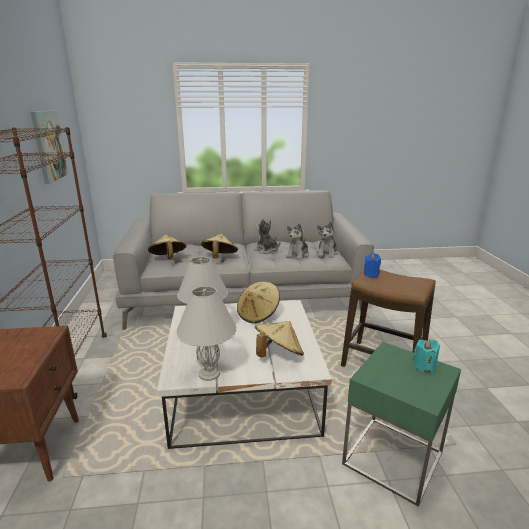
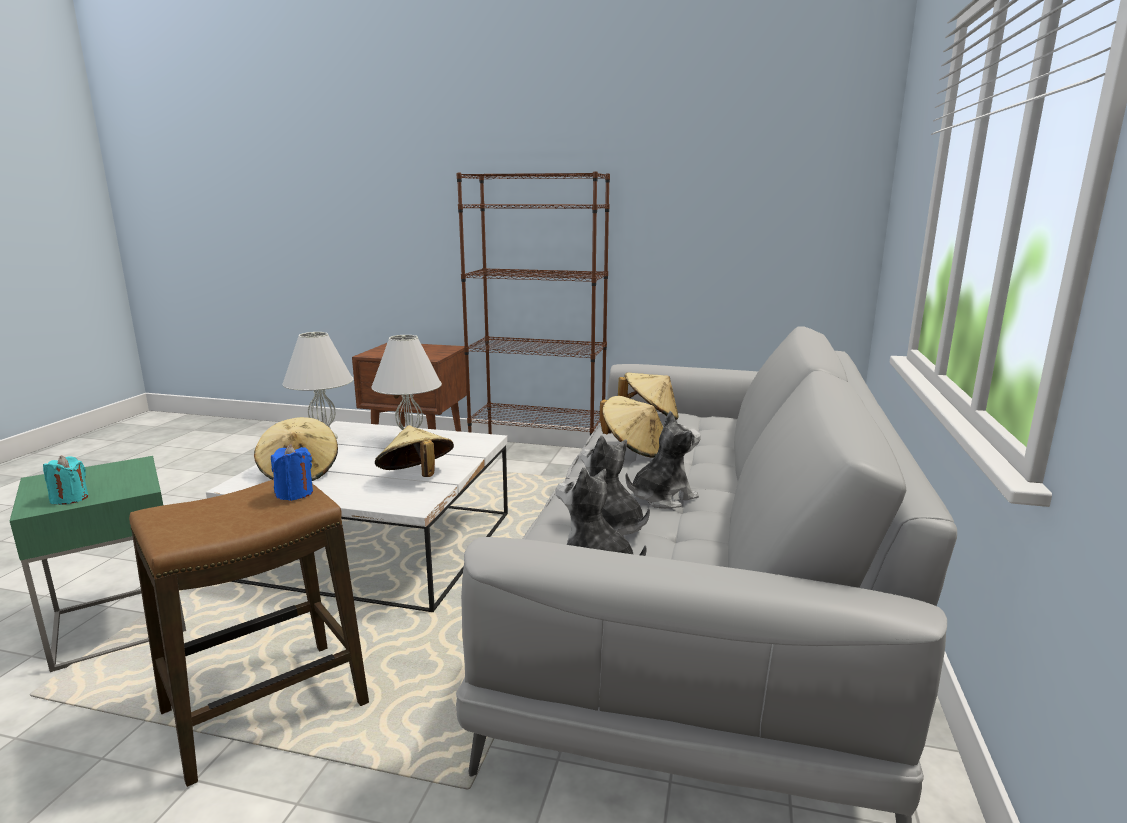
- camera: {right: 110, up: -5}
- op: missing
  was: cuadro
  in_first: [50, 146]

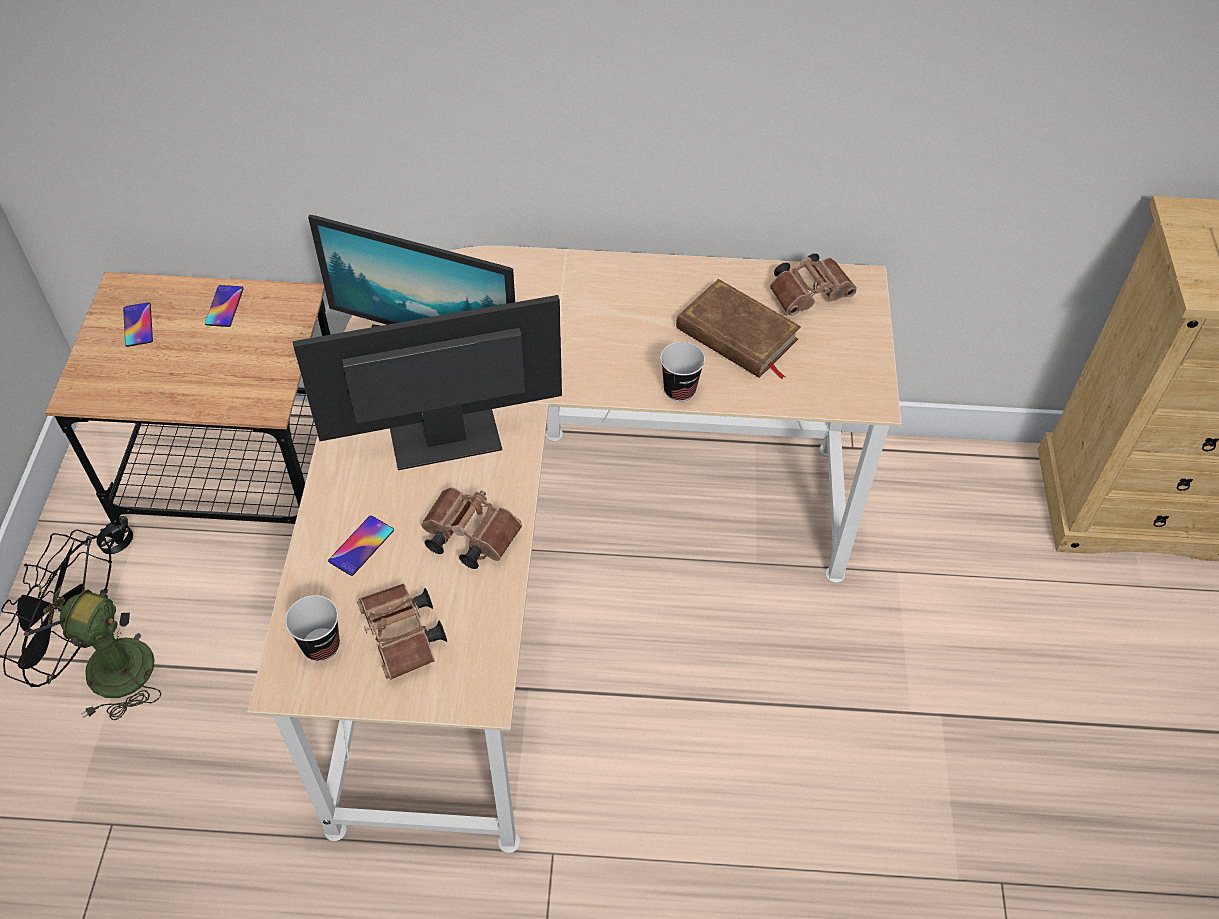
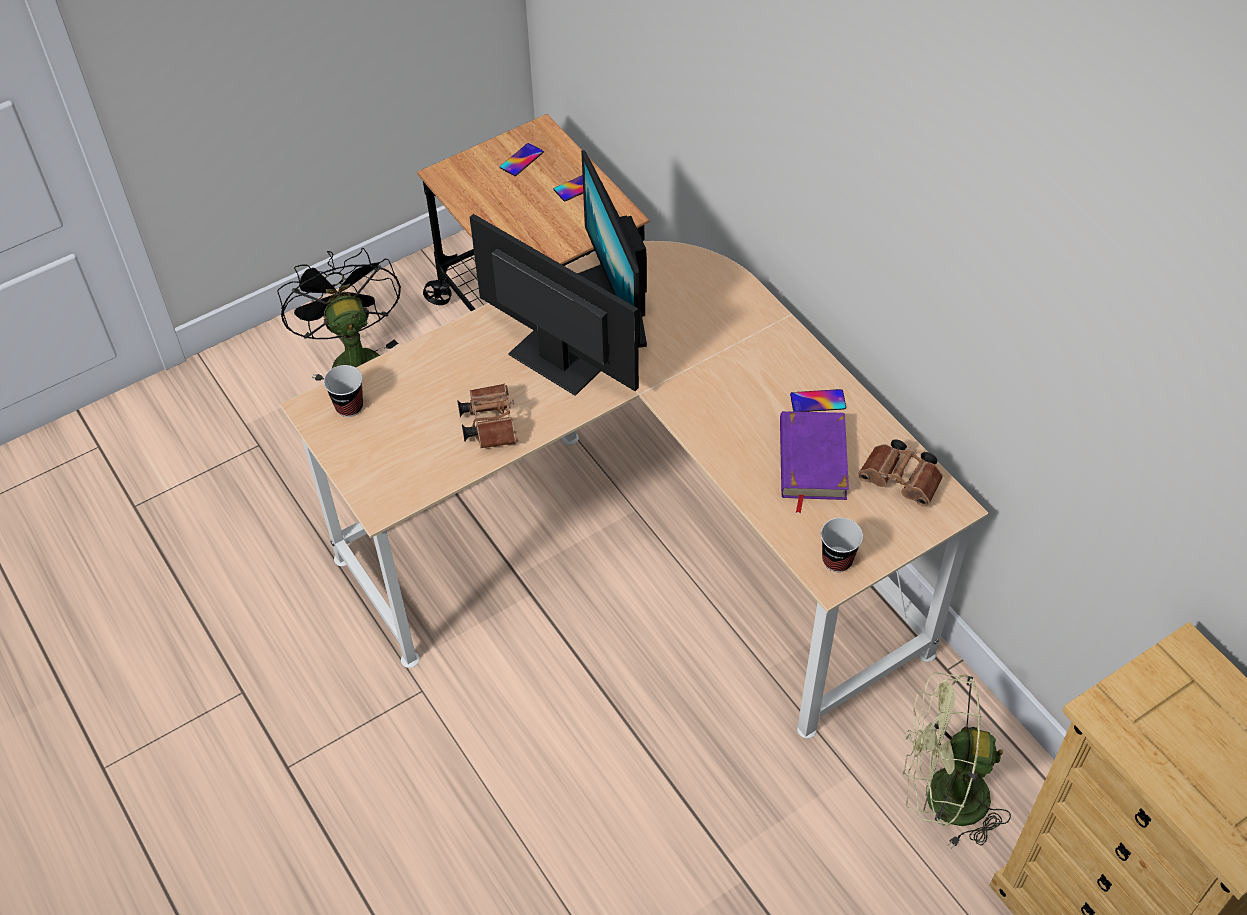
- camera: {right: 55, up: 0}
- op: missing
  was: prismáticos (marrón)
  in_first: [402, 632]
- op: appeared
  now: ventilador (verde)
  in_second: [957, 760]
- op: relocated
  was: móvil
  in_first: [361, 546]
  in_second: [818, 400]
- op: relocated
  was: taza
  in_first: [682, 372]
  in_second: [842, 545]
- op: colour
  was: libro (marrón)
  now: libro (morado)
  in_first: [738, 329]
  in_second: [814, 462]

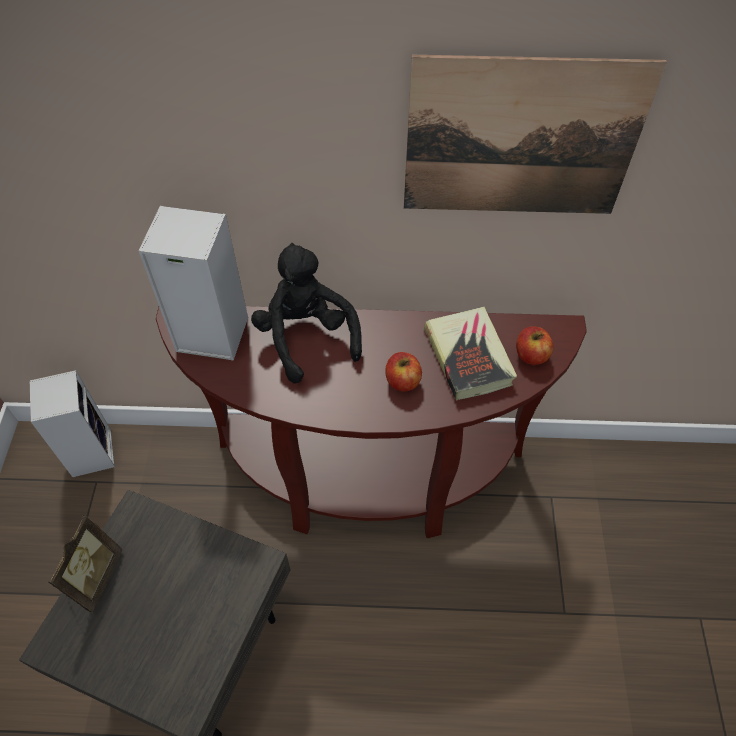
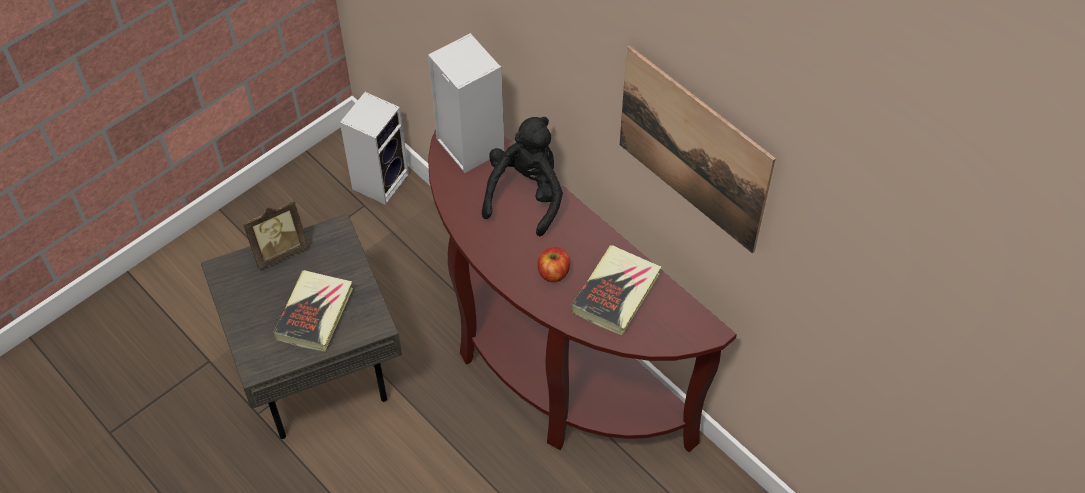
- camera: {right: 45, up: 0}
- op: missing
  was: manzana
  in_first: [534, 345]
- op: appeared
  now: libro
  in_second: [313, 311]

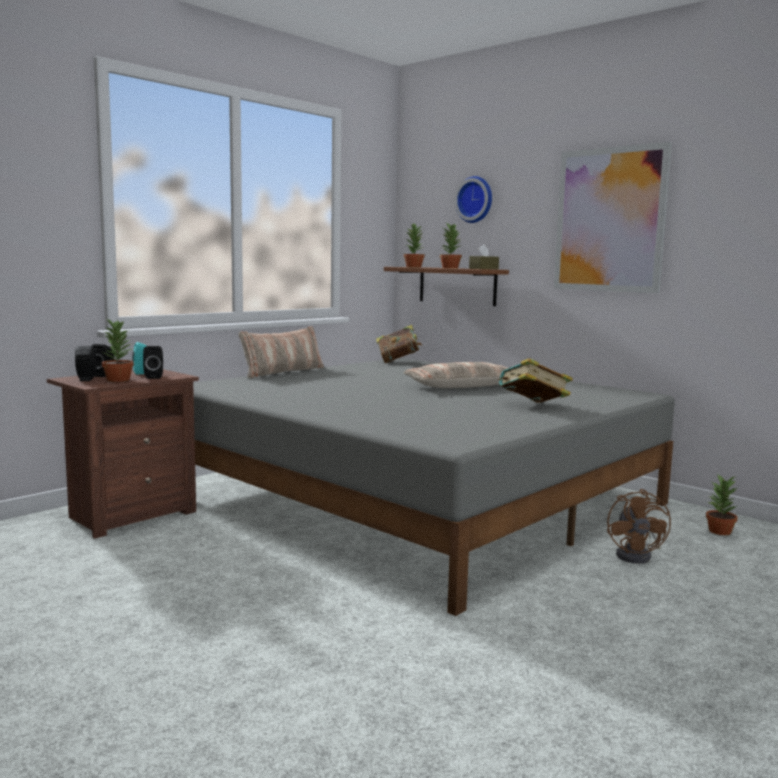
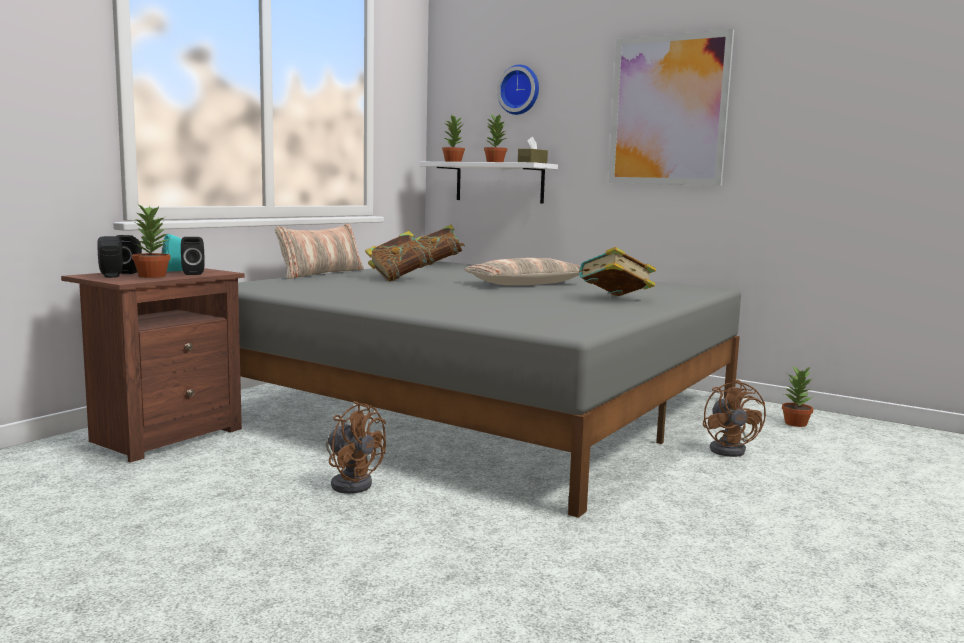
- camera: {right: -10, up: 0}
- op: appeared
  now: ventilador (marrón)
  in_second: [356, 447]
- op: appeared
  now: libro
  in_second: [399, 256]
- op: colour
  was: estante (marrón)
  now: estante (blanco)
  in_first: [446, 286]
  in_second: [489, 182]

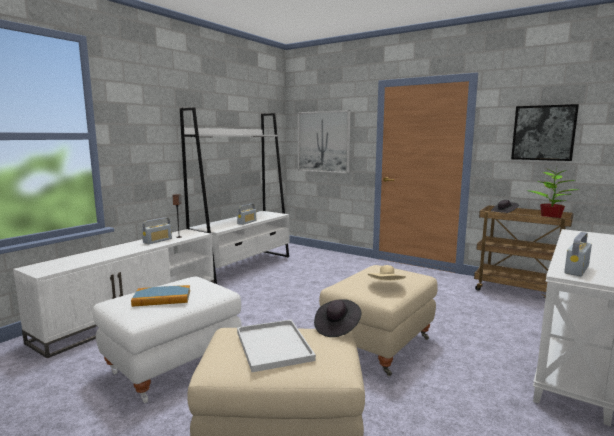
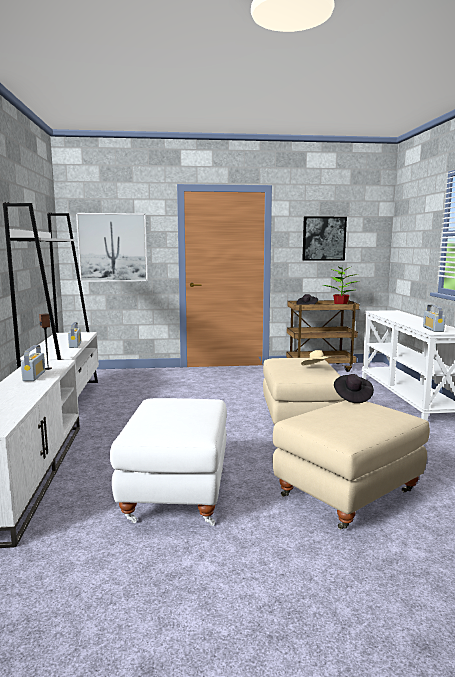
- camera: {right: -40, up: 0}
- op: missing
  was: libro
  in_first: [160, 296]
- op: missing
  was: bandeja (blanco)
  in_first: [276, 346]

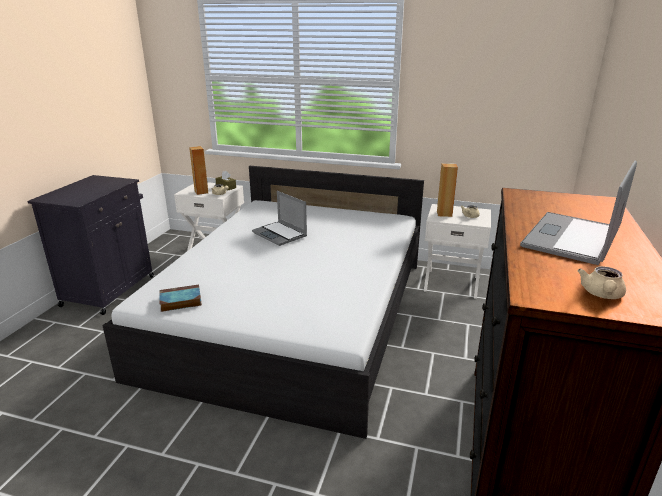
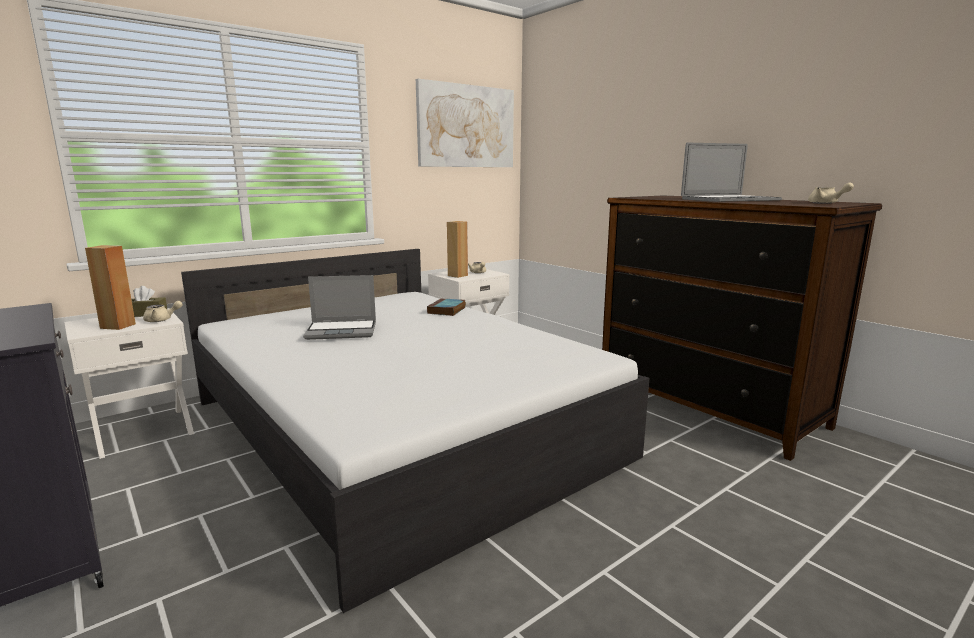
- camera: {right: -55, up: -10}
- op: appeared
  now: cuadro
  in_second: [465, 123]
- op: relocated
  was: libro
  in_first: [181, 298]
  in_second: [446, 307]
- op: spun
  was: portátil
  in_first: [578, 212]
  in_second: [731, 172]
  clockwise: -90

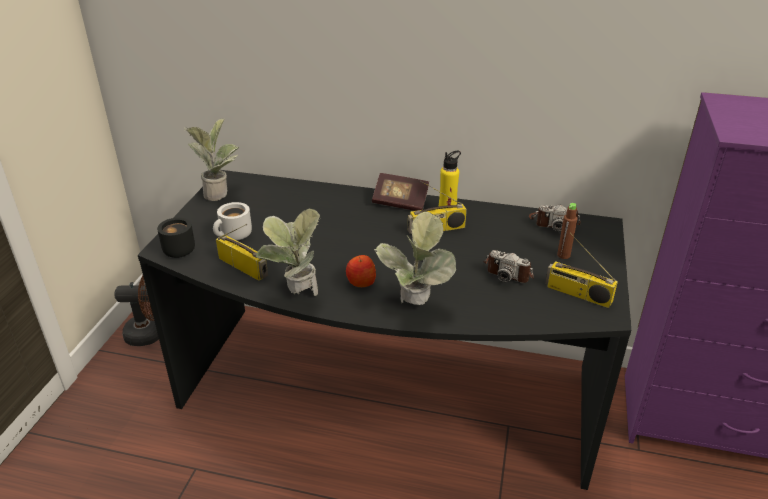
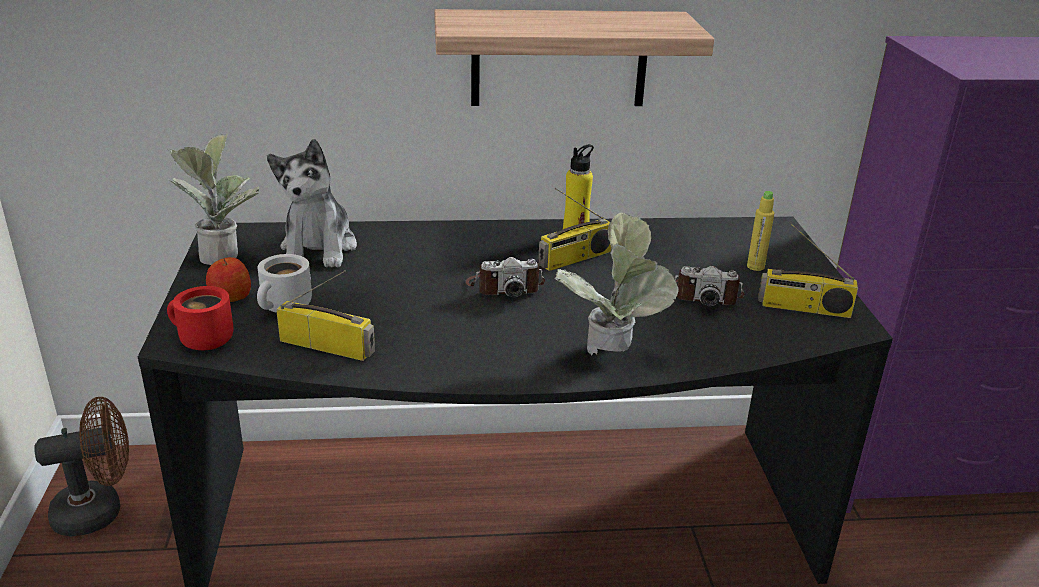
- camera: {right: -20, up: -5}
- op: missing
  was: planta en maceta
  in_first: [288, 252]
- op: missing
  was: libro
  in_first: [400, 192]
- op: appeared
  now: peluche
  in_second: [312, 203]
- op: appeared
  now: estante
  in_second: [574, 57]
- op: relocated
  was: manzana
  in_first: [361, 271]
  in_second: [228, 279]
- op: relocated
  was: cámara
  in_first: [555, 217]
  in_second: [505, 277]
- op: colour
  was: taza grande (negro)
  now: taza grande (rojo)
  in_first: [176, 238]
  in_second: [200, 318]
- op: colour
  was: botella (marrón)
  now: botella (amarillo)
  in_first: [567, 231]
  in_second: [760, 231]

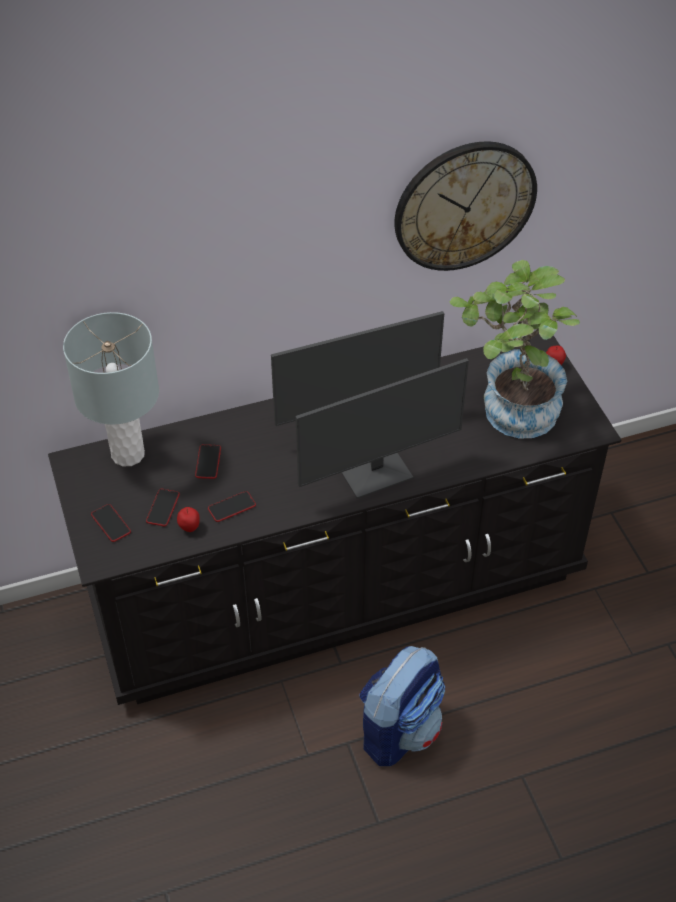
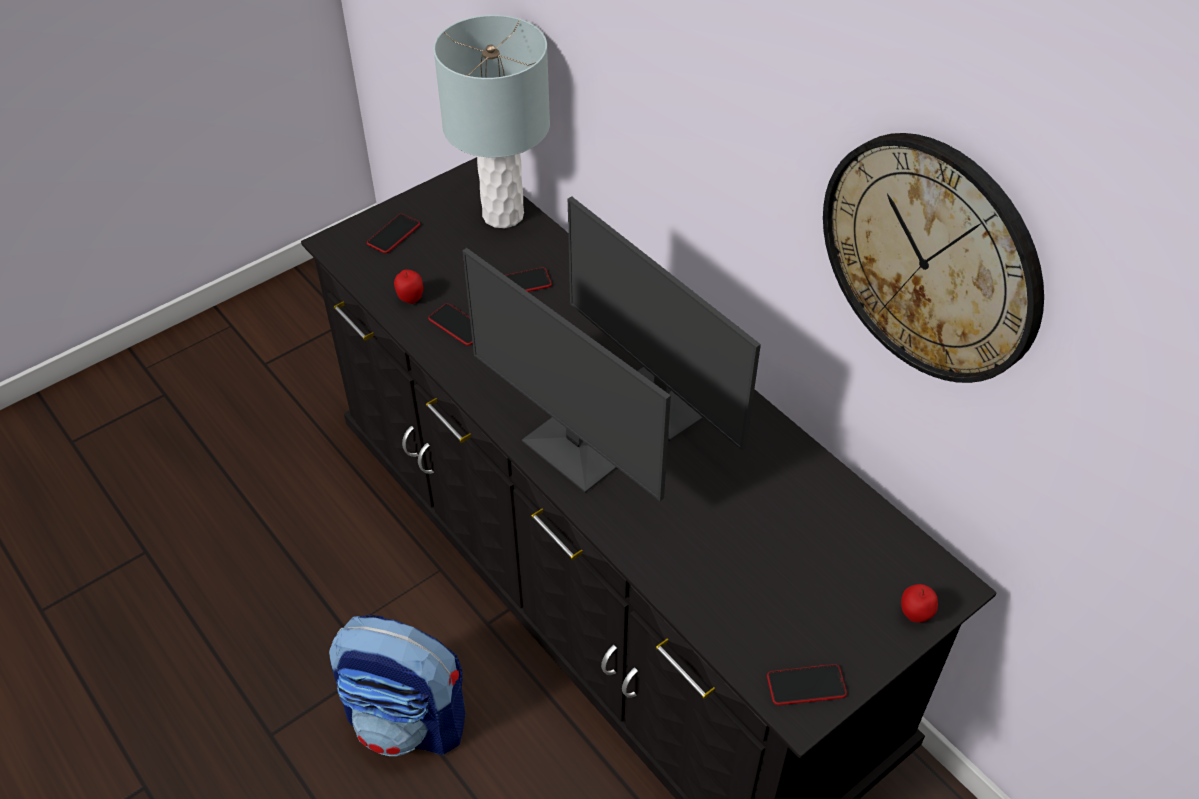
- camera: {right: 70, up: 0}
- op: missing
  was: planta en maceta
  in_first: [515, 349]
- op: relocated
  was: móvil
  in_first: [163, 507]
  in_second: [807, 684]

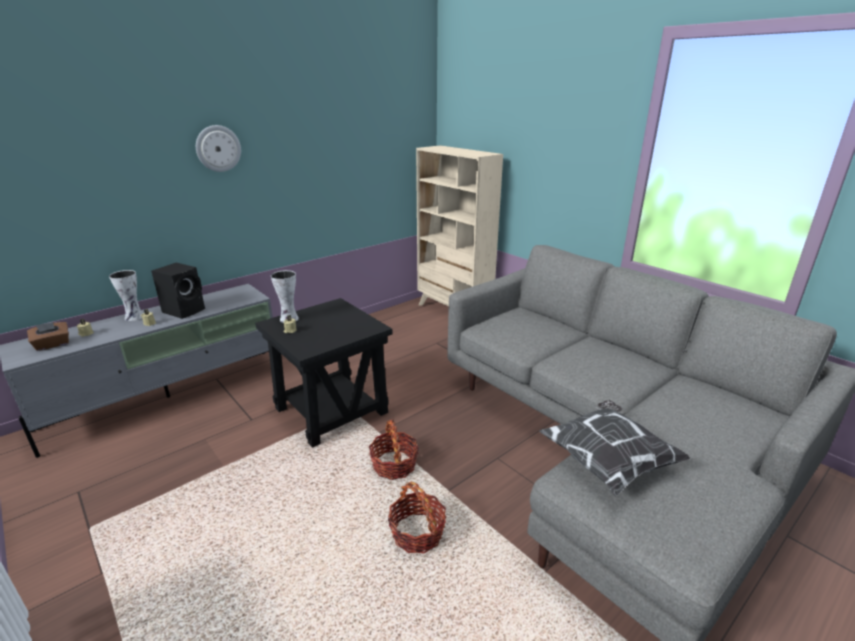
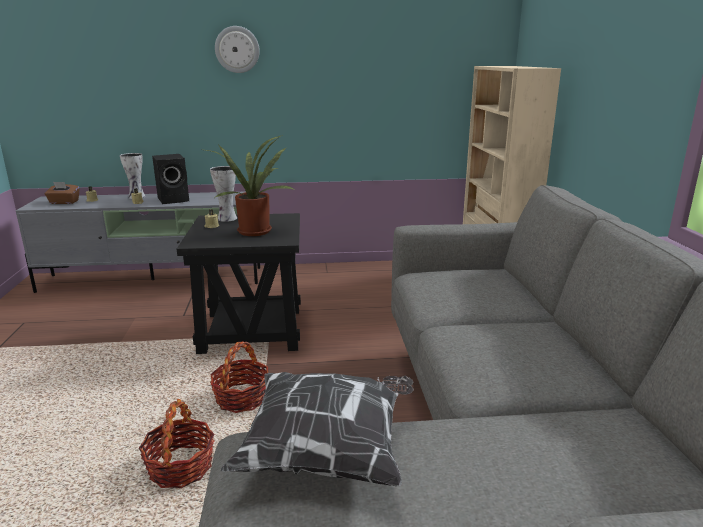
- camera: {right: 35, up: -5}
- op: appeared
  now: planta en maceta
  in_second: [249, 185]

